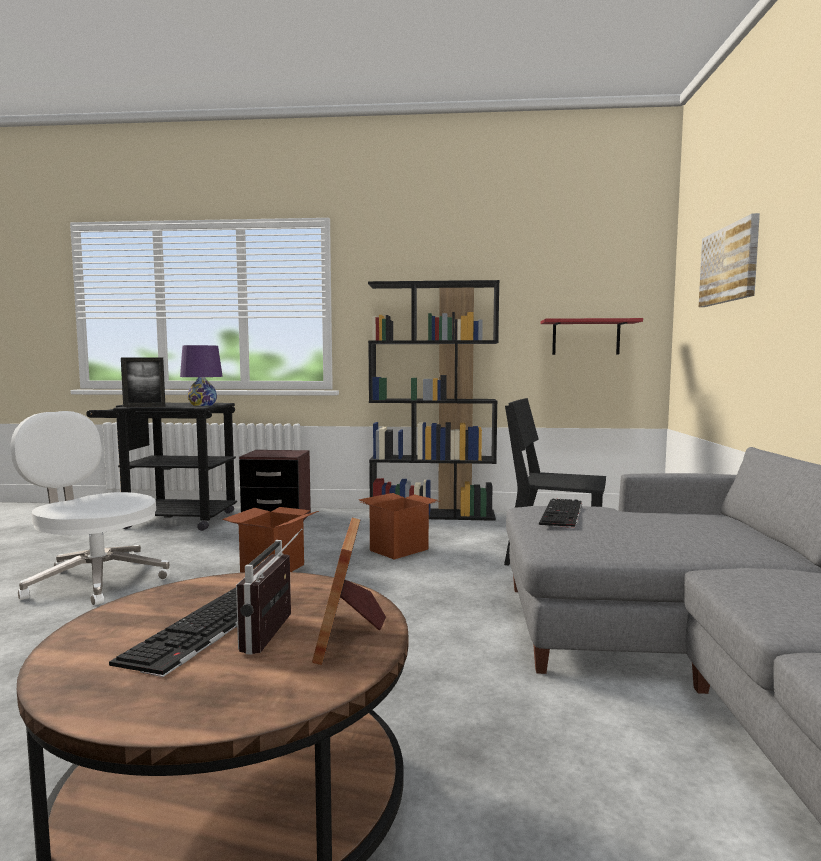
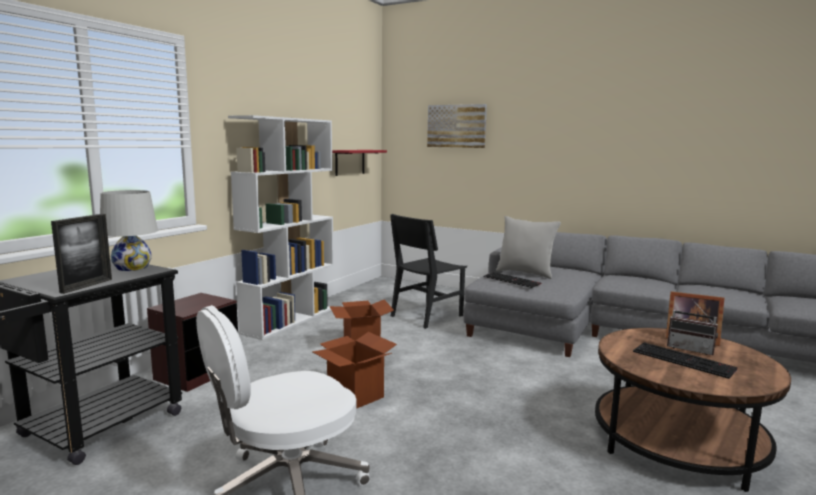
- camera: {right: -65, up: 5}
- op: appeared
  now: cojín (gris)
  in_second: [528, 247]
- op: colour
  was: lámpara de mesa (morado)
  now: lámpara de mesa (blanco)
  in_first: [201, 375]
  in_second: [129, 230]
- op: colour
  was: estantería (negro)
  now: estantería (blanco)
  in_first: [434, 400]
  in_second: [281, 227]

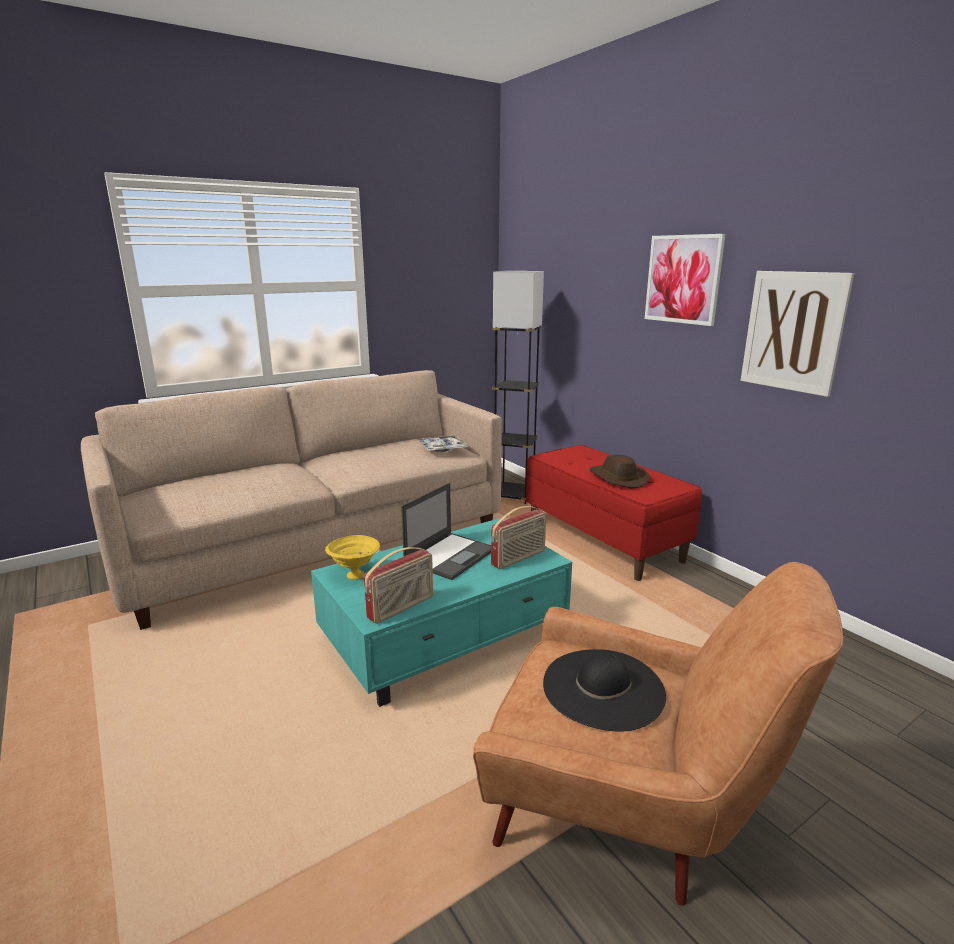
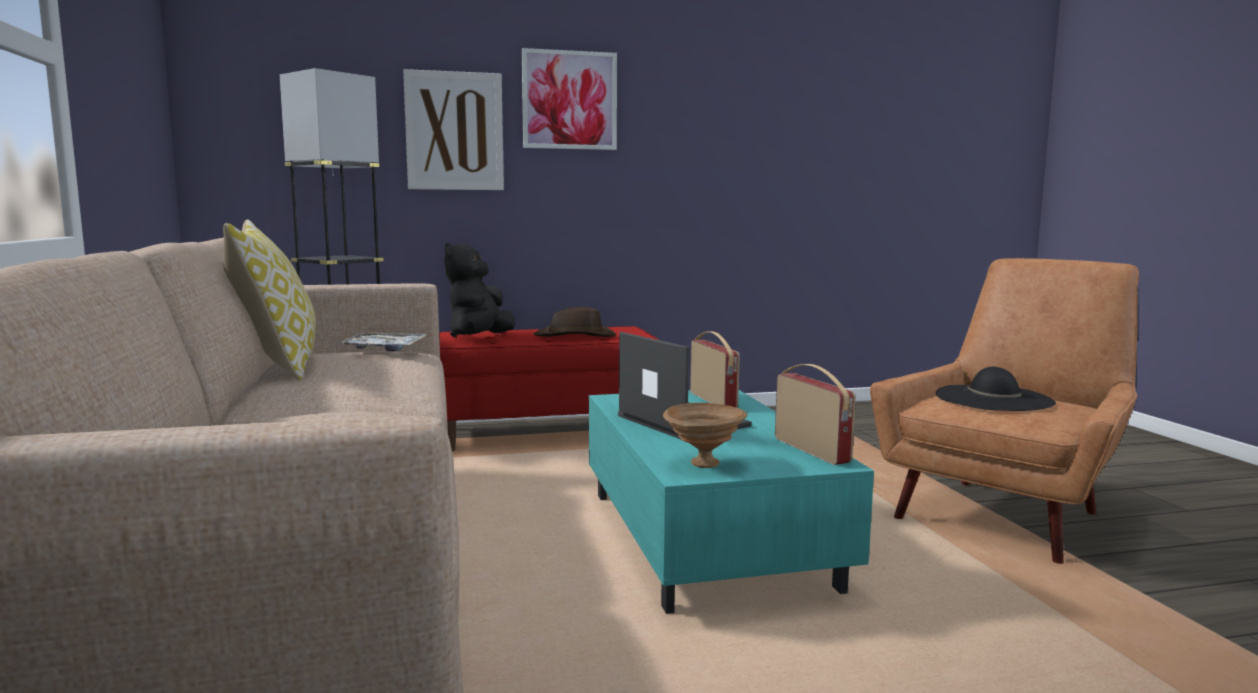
- camera: {right: -70, up: -10}
- op: appeared
  now: cojín
  in_second: [269, 300]
- op: appeared
  now: peluche (negro)
  in_second: [479, 290]
- op: relocated
  was: cuadro
  in_first: [797, 334]
  in_second: [453, 129]
- op: colour
  was: cuenco (amarillo)
  now: cuenco (marrón)
  in_first: [352, 557]
  in_second: [705, 435]

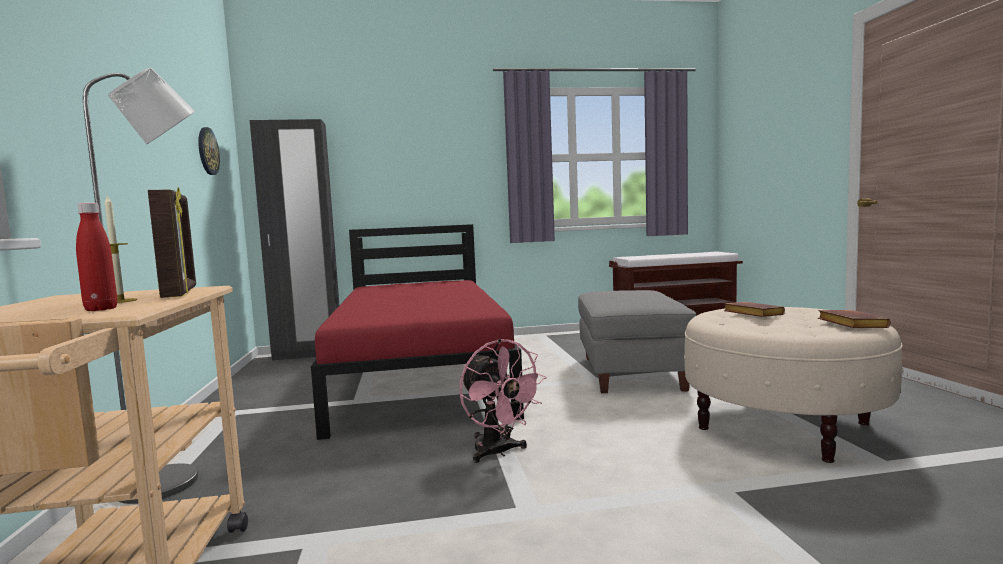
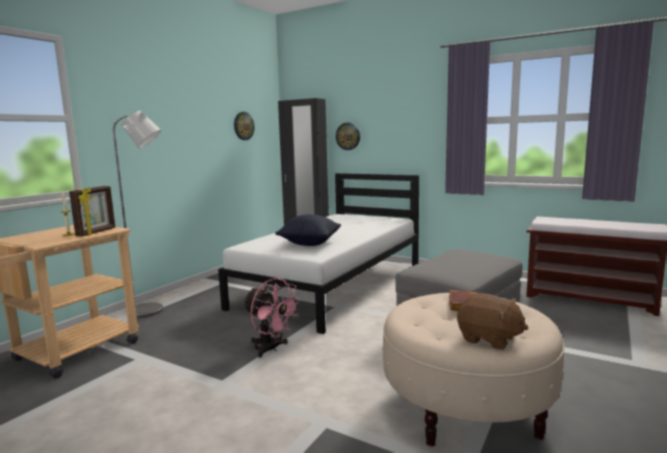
- camera: {right: 40, up: 5}
- op: missing
  was: botella (rojo)
  in_first: [97, 257]
- op: appeared
  now: cojín (negro)
  in_second: [308, 230]
- op: appeared
  now: reloj de pared
  in_second: [348, 136]
- op: exchanged
  was: libro (marrón)
  now: peluche (marrón)
  in_first: [854, 319]
  in_second: [492, 321]
- op: colour
  was: cama (rojo)
  now: cama (blanco)
  in_first: [417, 332]
  in_second: [318, 253]
- op: spun
  was: ventilador (rosa)
  in_first: [503, 401]
  in_second: [272, 318]
  clockwise: -60

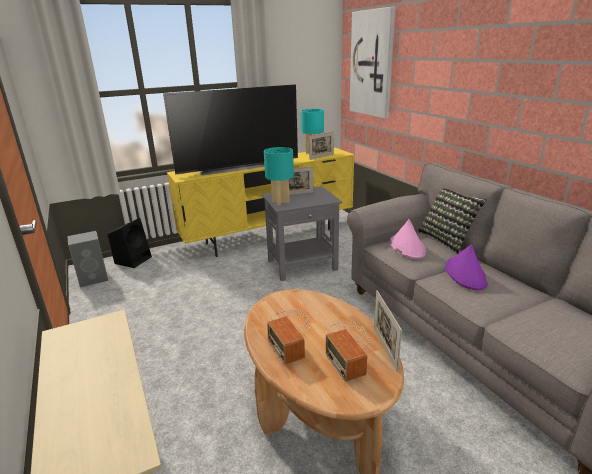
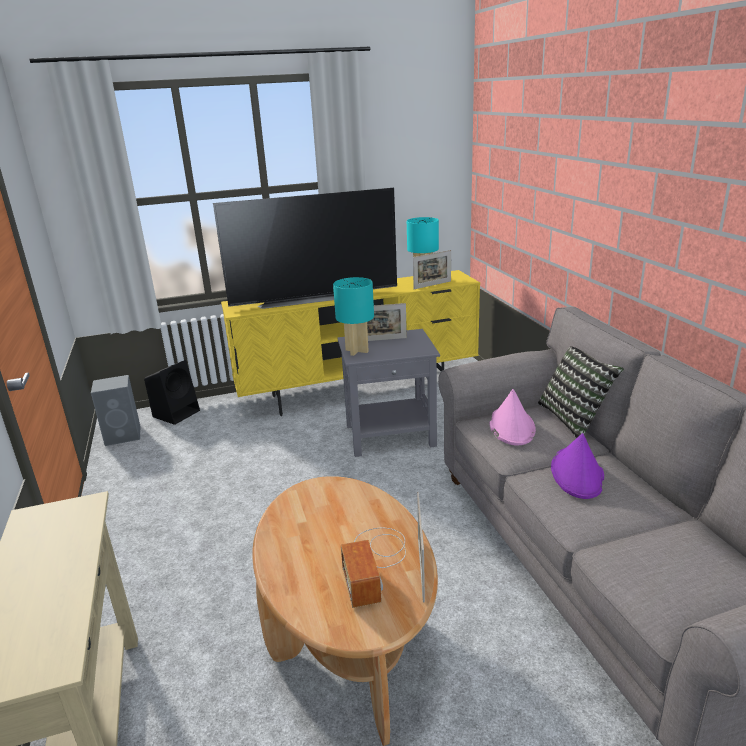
- camera: {right: 10, up: 0}
- op: missing
  was: radio
  in_first: [288, 337]
- op: missing
  was: cuadro
  in_first: [372, 62]

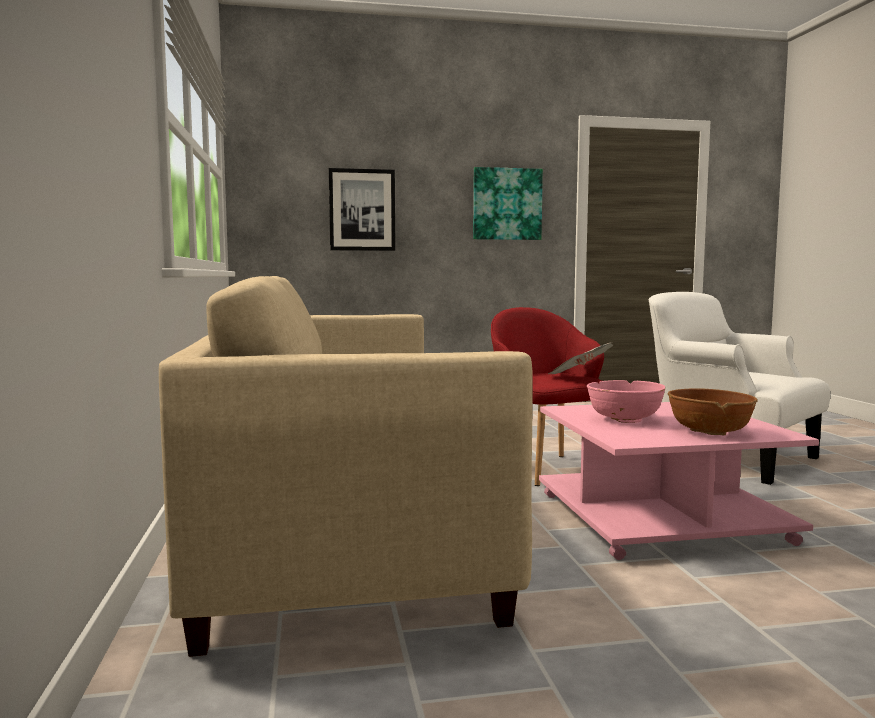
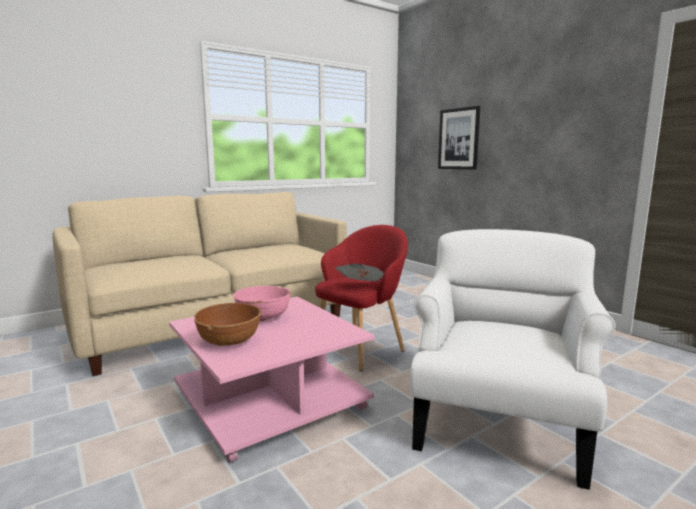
- camera: {right: 65, up: 5}
- op: missing
  was: cuadro
  in_first: [508, 203]

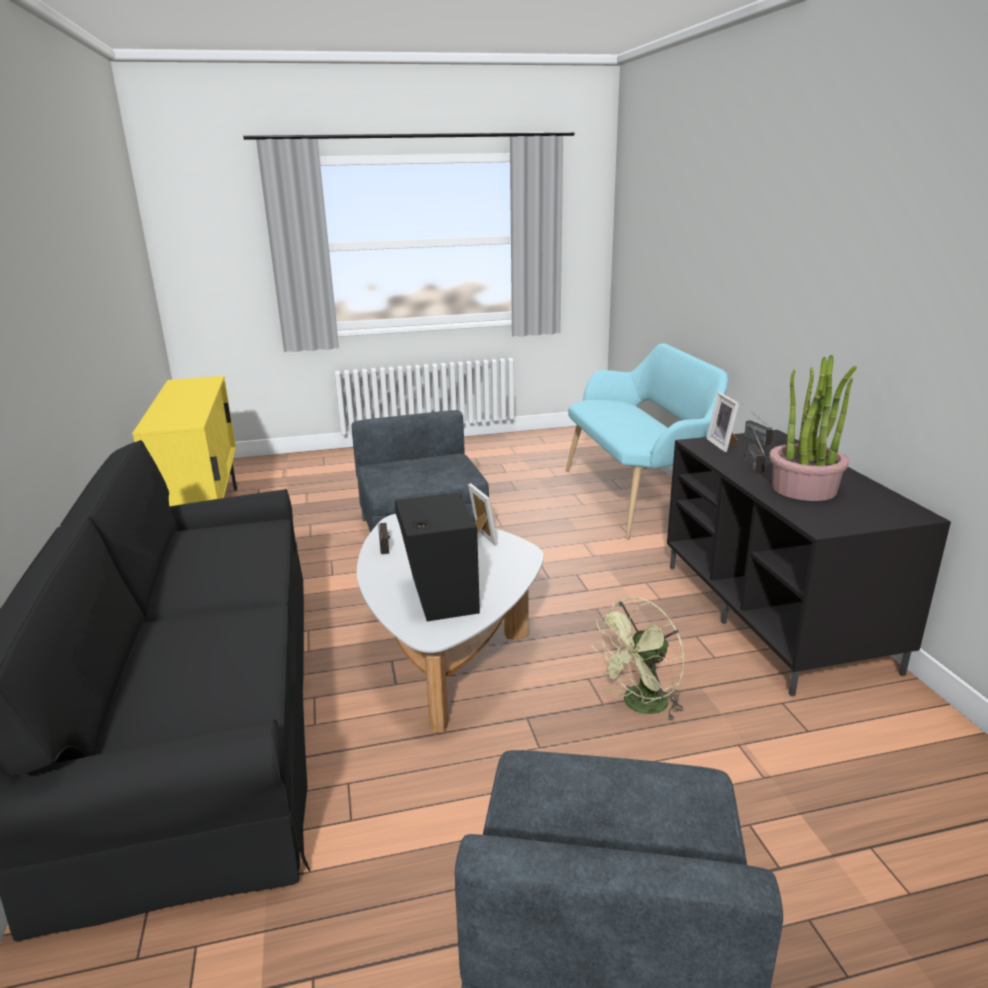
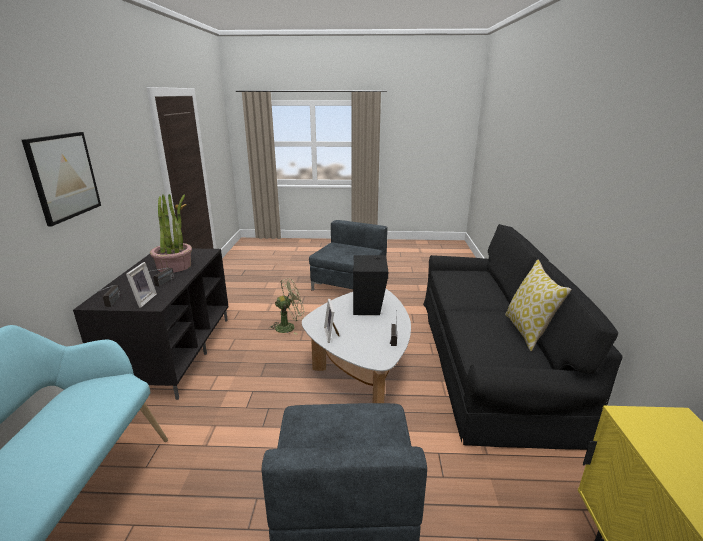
- camera: {right: -165, up: 0}
- op: appeared
  now: cuadro
  in_second: [61, 179]
- op: appeared
  now: cojín
  in_second: [538, 305]

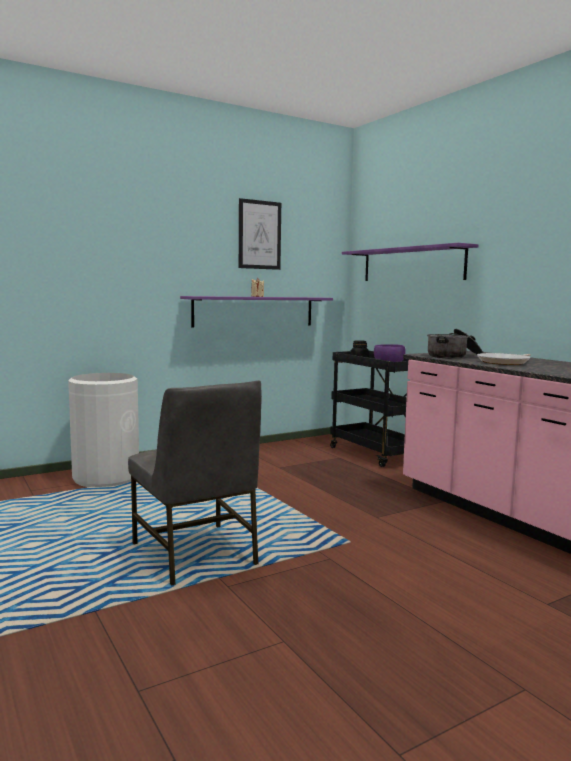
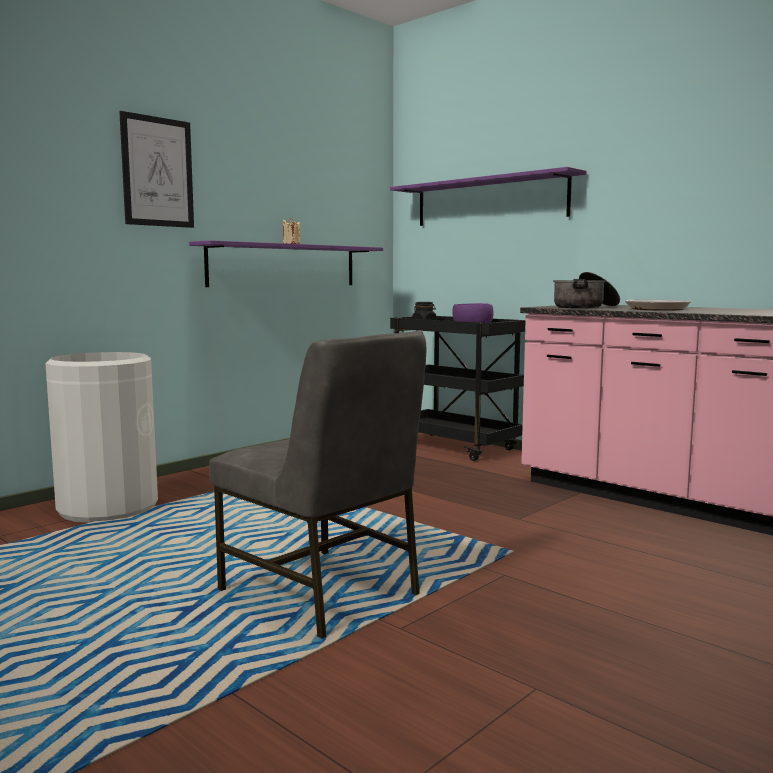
- camera: {right: -15, up: 0}
- op: relocated
  was: cuadro
  in_first: [260, 234]
  in_second: [156, 169]

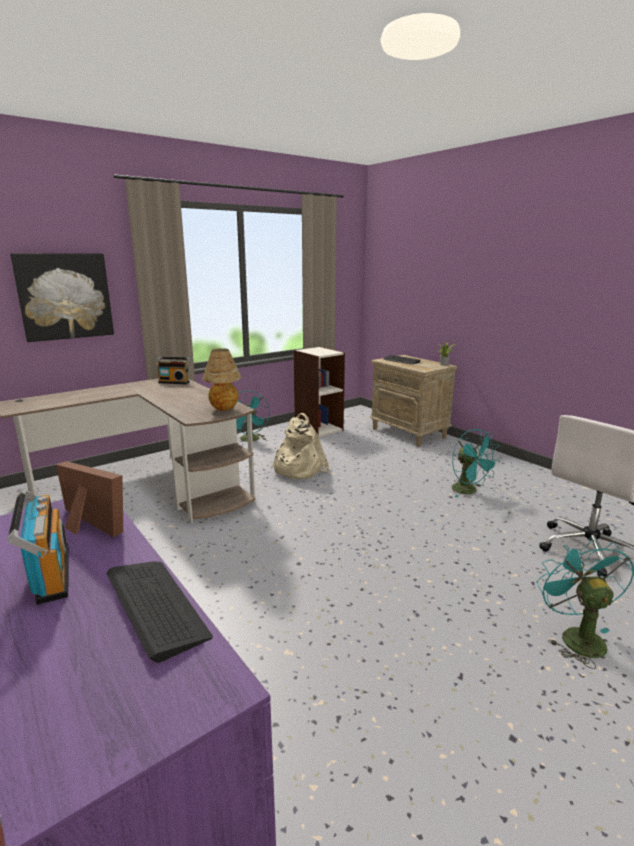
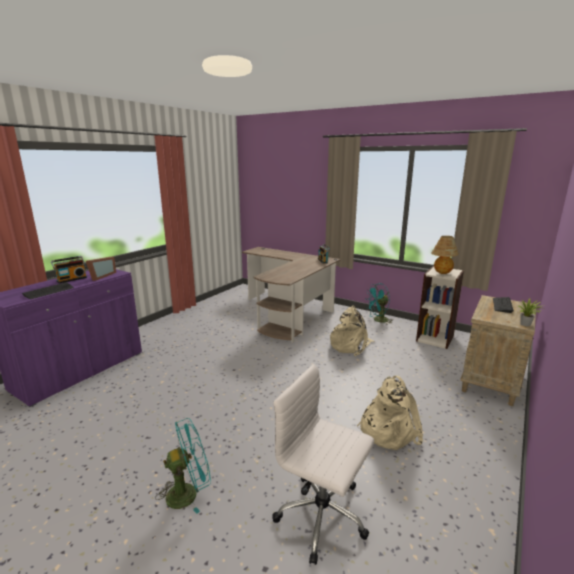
- camera: {right: 70, up: 0}
- op: missing
  was: cuadro
  in_first: [62, 297]
- op: relocated
  was: lámpara de mesa
  in_first: [221, 379]
  in_second: [445, 255]
- op: exchanged
  was: ventilador (turquesa)
  now: mochila (beis)
  in_first: [476, 463]
  in_second: [390, 413]

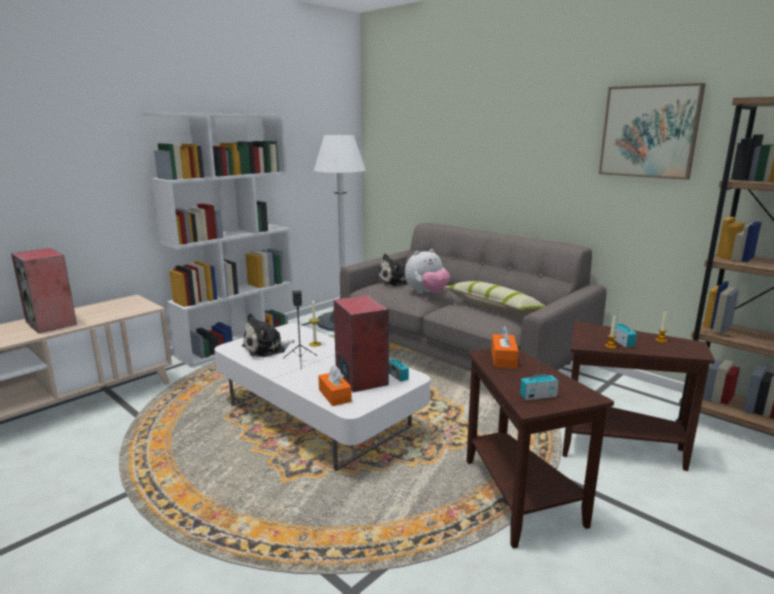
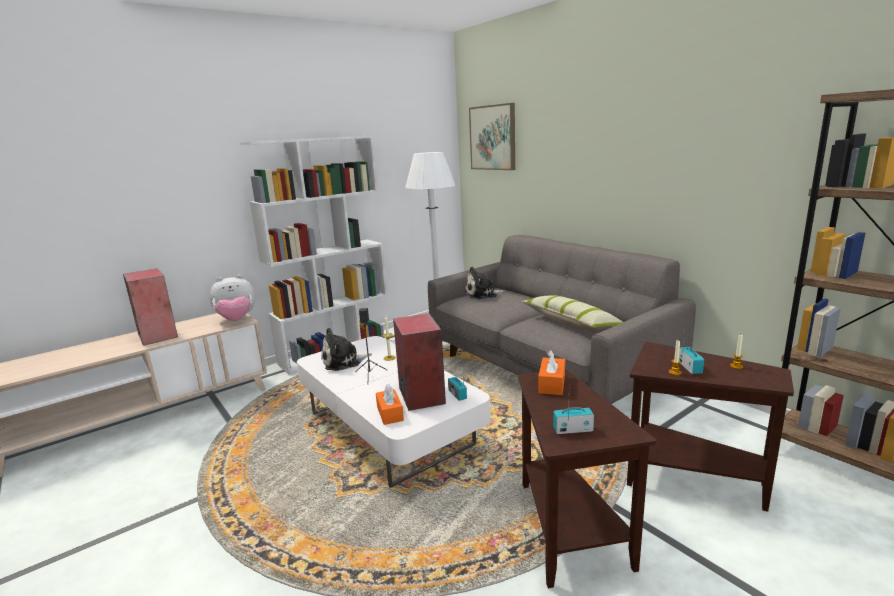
- camera: {right: 10, up: 0}
- op: relocated
  was: peluche
  in_first: [427, 271]
  in_second: [232, 298]
- op: relocated
  was: cuadro
  in_first: [652, 131]
  in_second: [492, 136]

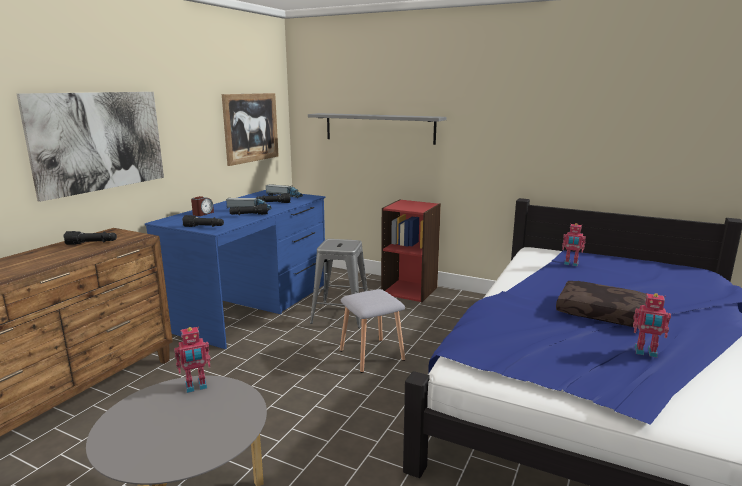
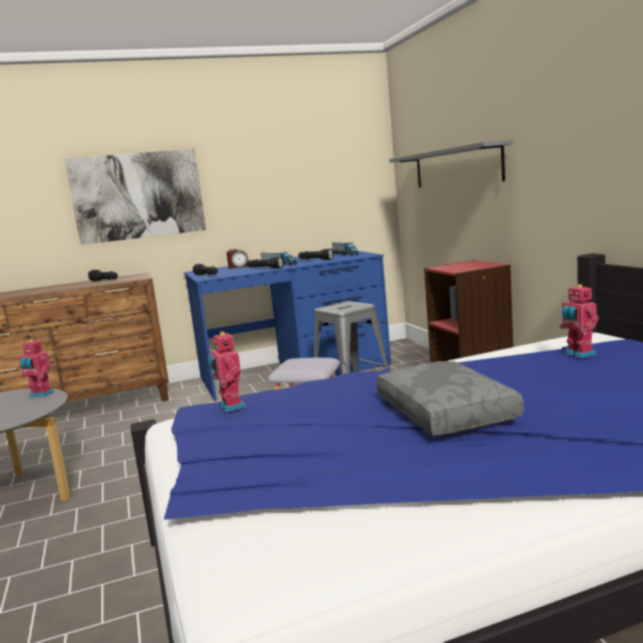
- camera: {right: 45, up: -5}
- op: missing
  was: cuadro
  in_first: [250, 129]
- op: relocated
  was: robot de juguete
  in_first: [652, 325]
  in_second: [227, 371]
- op: colour
  was: cojín (marrón)
  now: cojín (gris)
  in_first: [601, 304]
  in_second: [450, 398]

